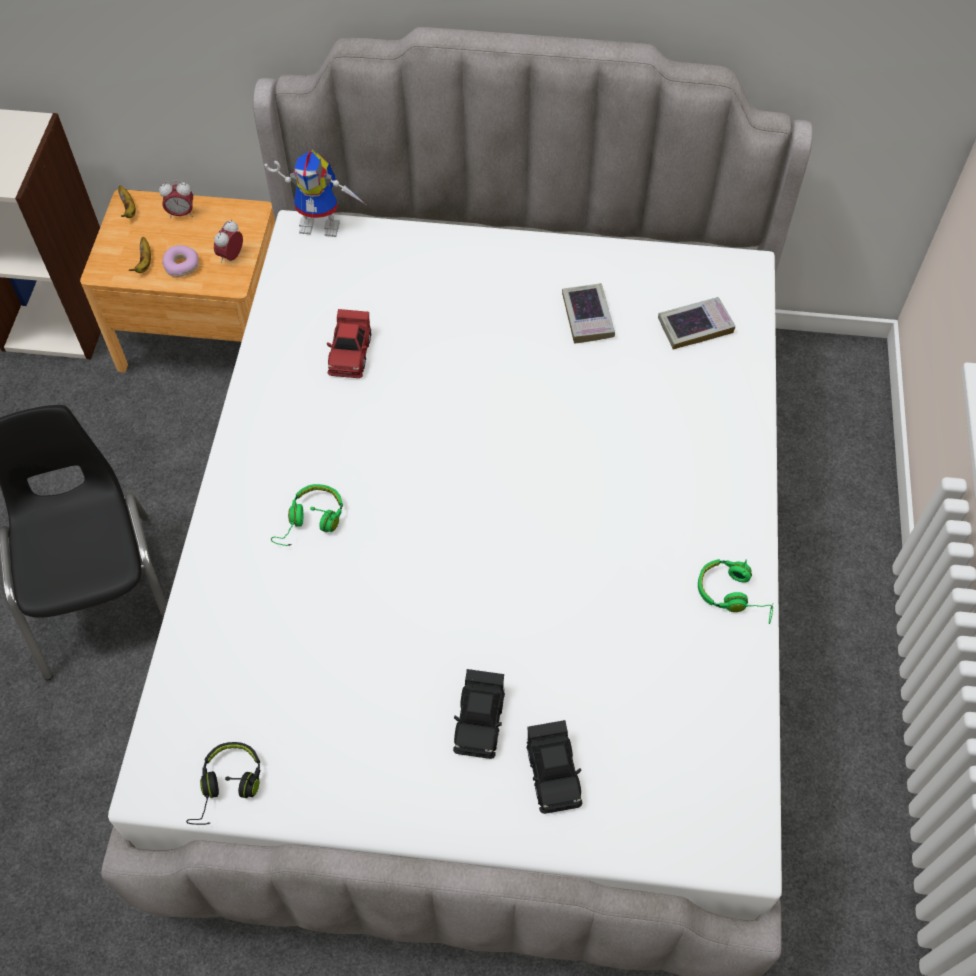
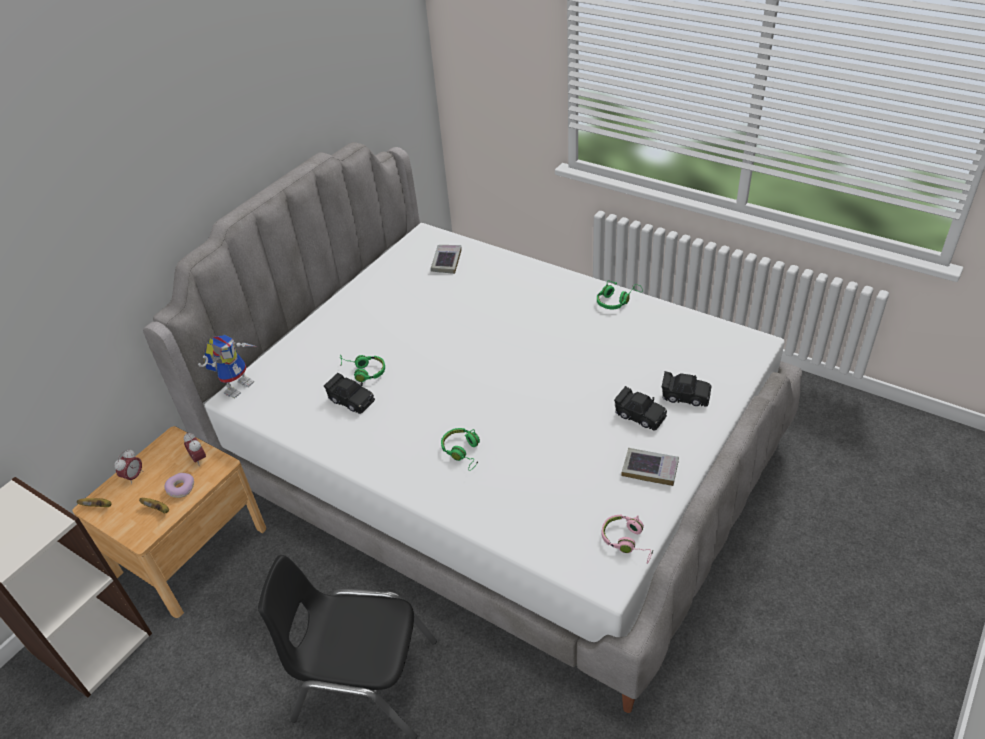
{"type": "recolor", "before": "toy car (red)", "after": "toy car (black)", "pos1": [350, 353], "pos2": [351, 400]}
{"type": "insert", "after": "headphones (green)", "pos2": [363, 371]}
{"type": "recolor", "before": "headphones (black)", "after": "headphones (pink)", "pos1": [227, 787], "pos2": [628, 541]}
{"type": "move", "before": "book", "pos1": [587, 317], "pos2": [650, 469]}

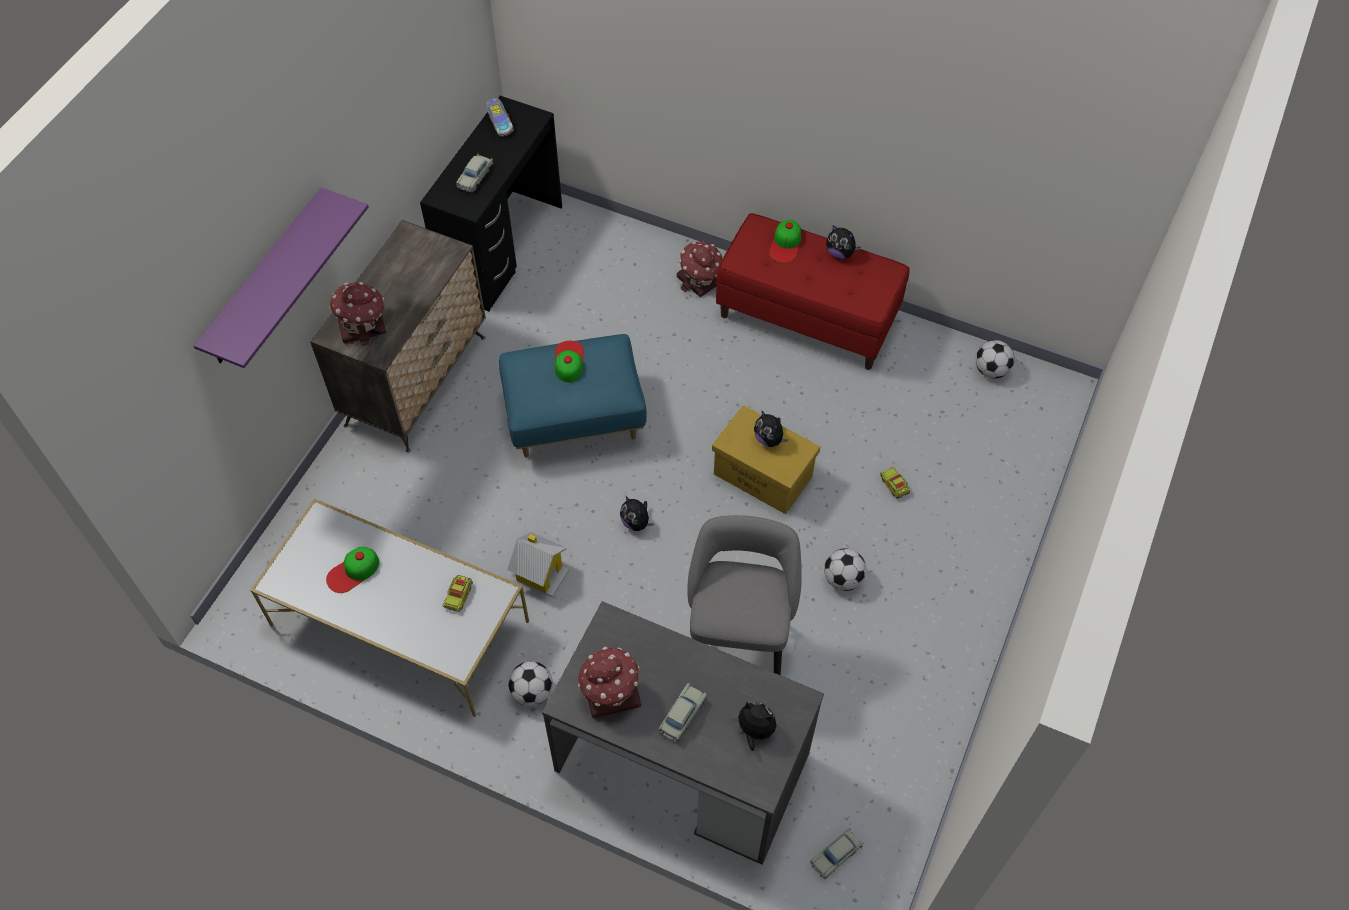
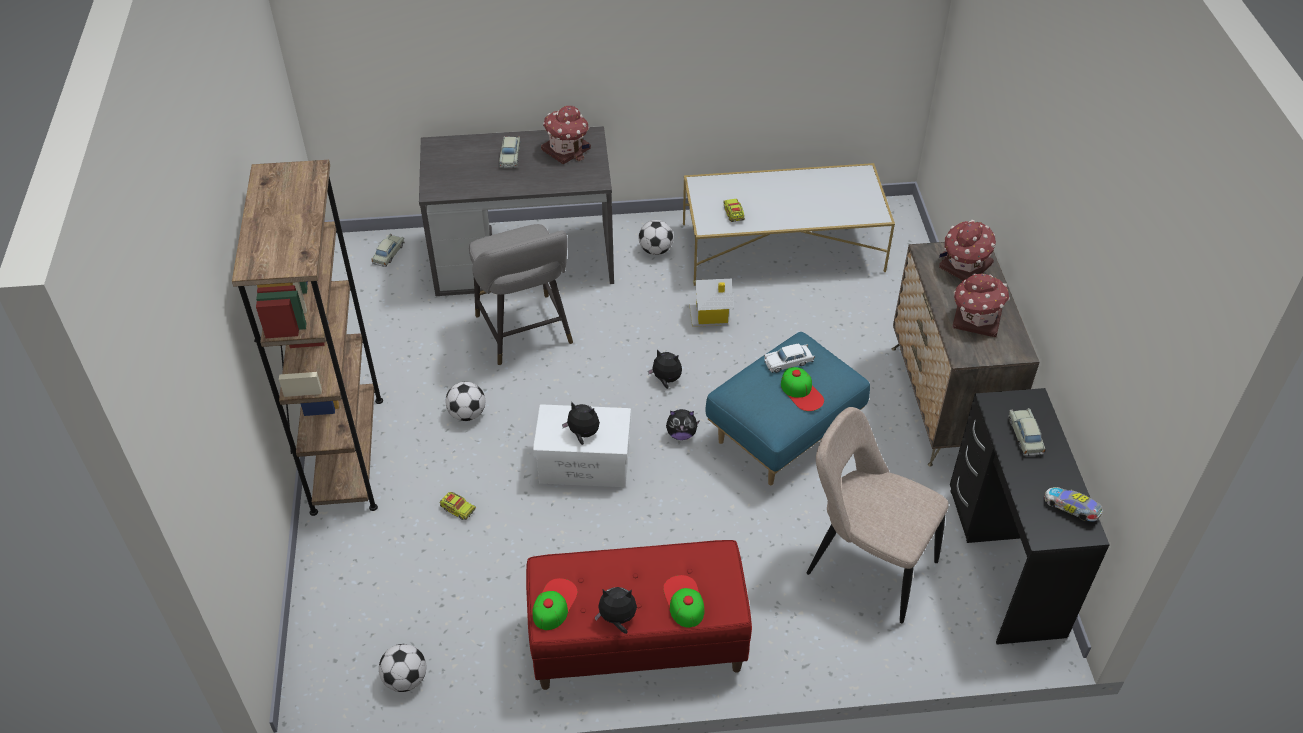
{"type": "insert", "after": "bookcase (brown)", "pos2": [347, 454]}
{"type": "recolor", "before": "storage box (yellow)", "after": "storage box (white)", "pos1": [764, 475], "pos2": [583, 464]}
{"type": "move", "before": "cap", "pos1": [353, 571], "pos2": [554, 604]}
{"type": "move", "before": "plush toy", "pos1": [754, 731], "pos2": [681, 434]}
{"type": "insert", "after": "toy car (white)", "pos2": [788, 362]}
{"type": "insert", "after": "chair (beige)", "pos2": [865, 565]}
{"type": "move", "before": "toy house", "pos1": [700, 280], "pos2": [975, 319]}
{"type": "delete", "before": "shelf (purple)", "pos1": [265, 279]}

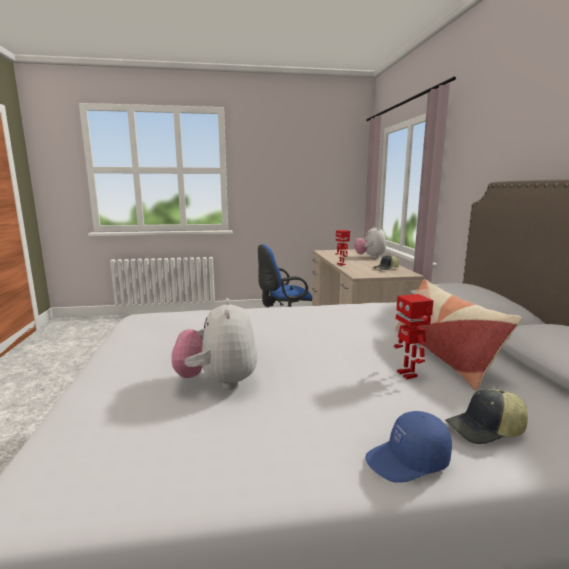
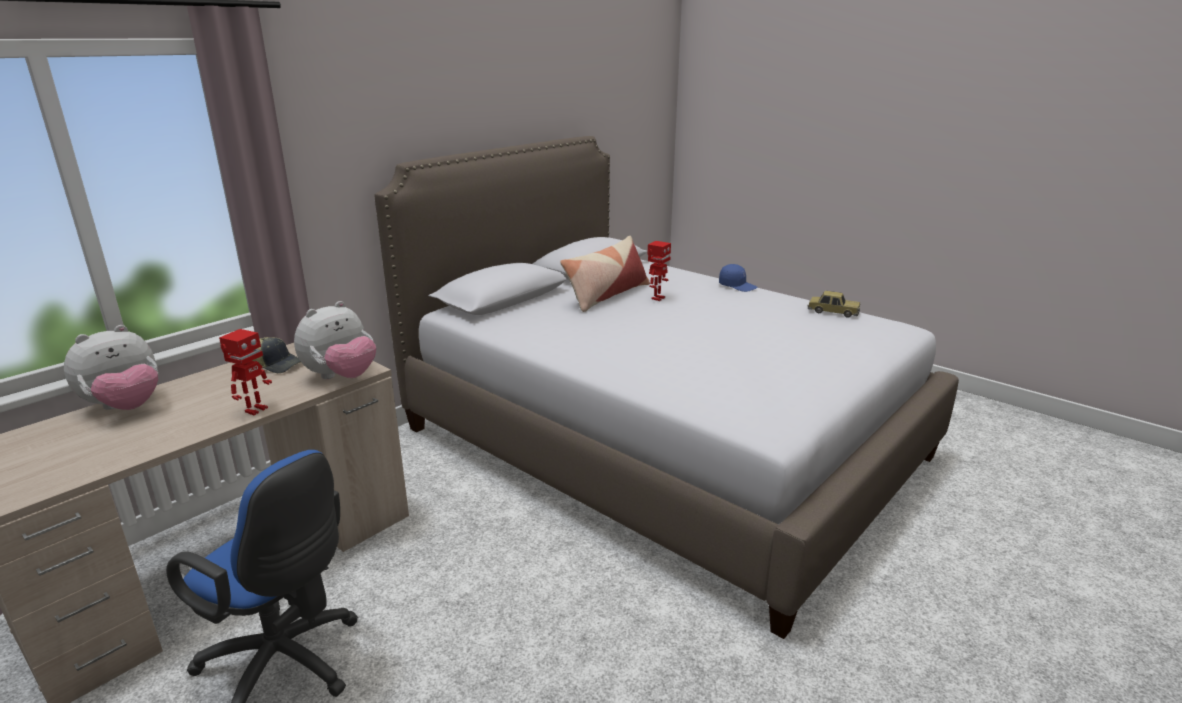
{"type": "move", "before": "plush toy", "pos1": [218, 383], "pos2": [341, 377]}
{"type": "insert", "after": "toy car", "pos2": [832, 312]}
{"type": "delete", "before": "cap", "pos1": [486, 430]}

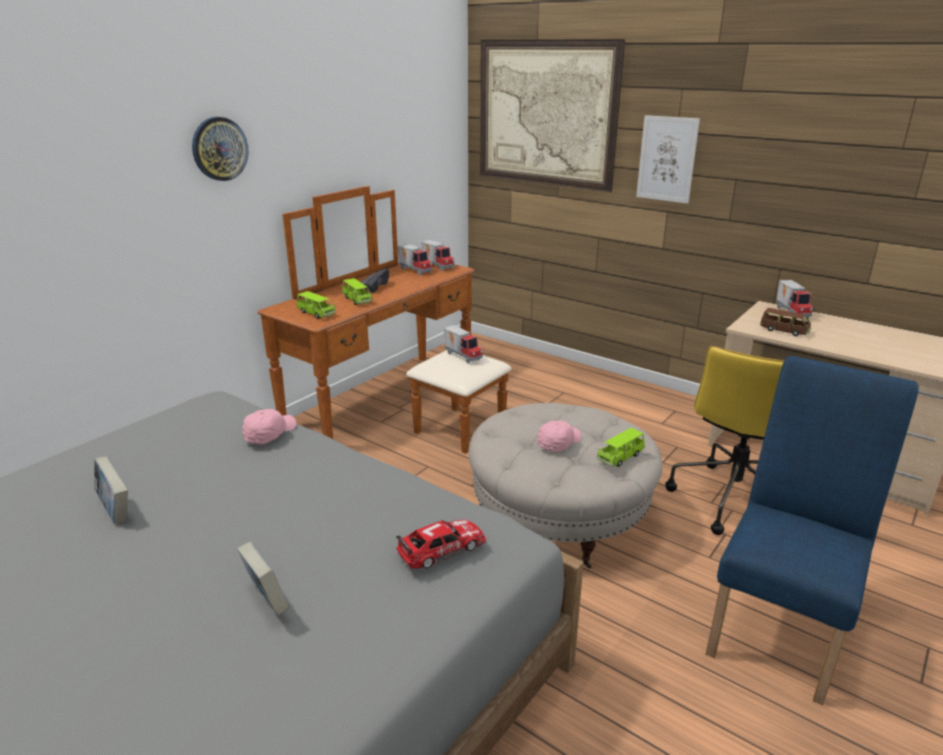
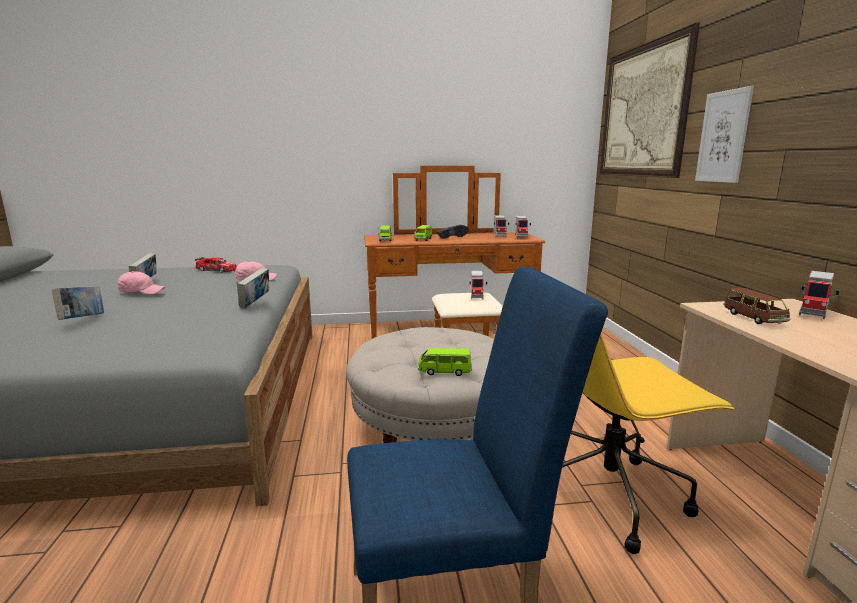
{"type": "move", "before": "cap (pink)", "pos1": [558, 443], "pos2": [141, 292]}
{"type": "move", "before": "toy car", "pos1": [441, 548], "pos2": [217, 270]}
{"type": "insert", "after": "book", "pos2": [255, 303]}
{"type": "delete", "before": "wall clock", "pos1": [219, 149]}

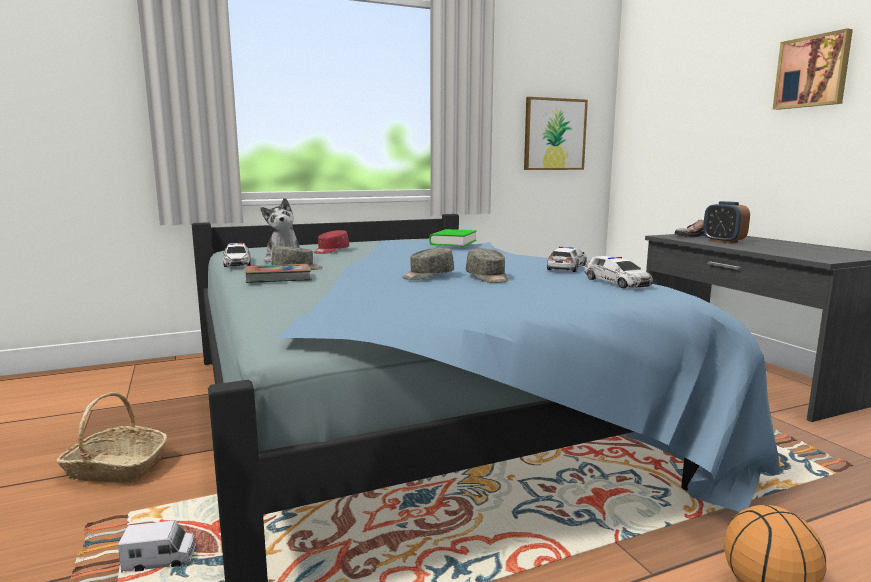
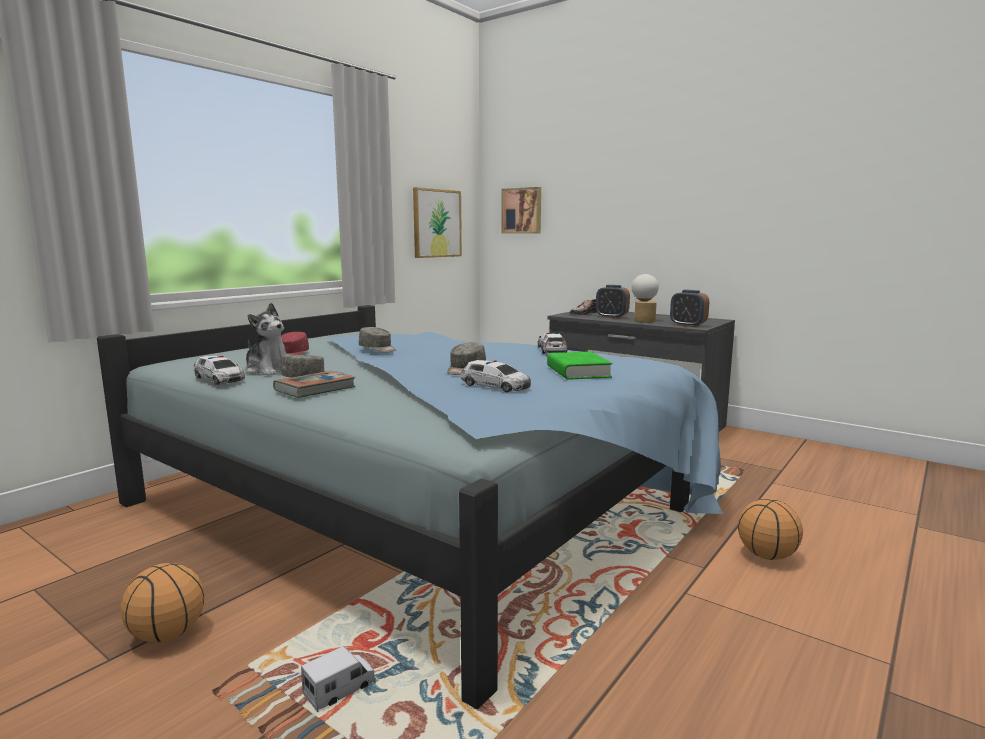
{"type": "replace", "before": "basket", "after": "basketball", "pos1": [115, 468], "pos2": [166, 635]}
{"type": "move", "before": "cap (grey)", "pos1": [488, 277], "pos2": [378, 349]}
{"type": "move", "before": "toy car", "pos1": [617, 282], "pos2": [496, 386]}
{"type": "move", "before": "picture", "pos1": [813, 72], "pos2": [522, 211]}
{"type": "move", "before": "book (green)", "pos1": [453, 242], "pos2": [578, 372]}
{"type": "insert", "after": "table lamp", "pos2": [644, 320]}
{"type": "insert", "after": "alarm clock", "pos2": [688, 325]}

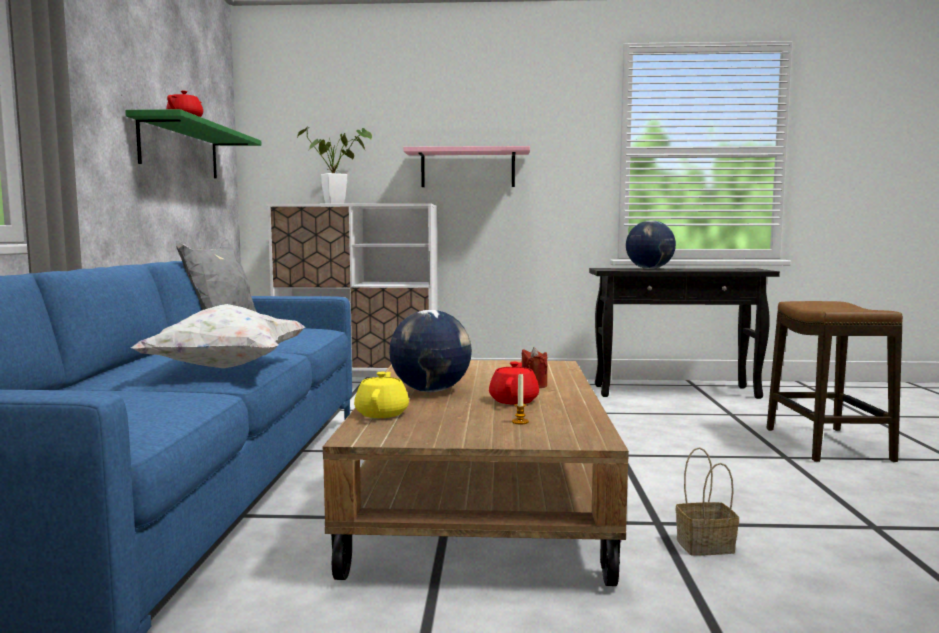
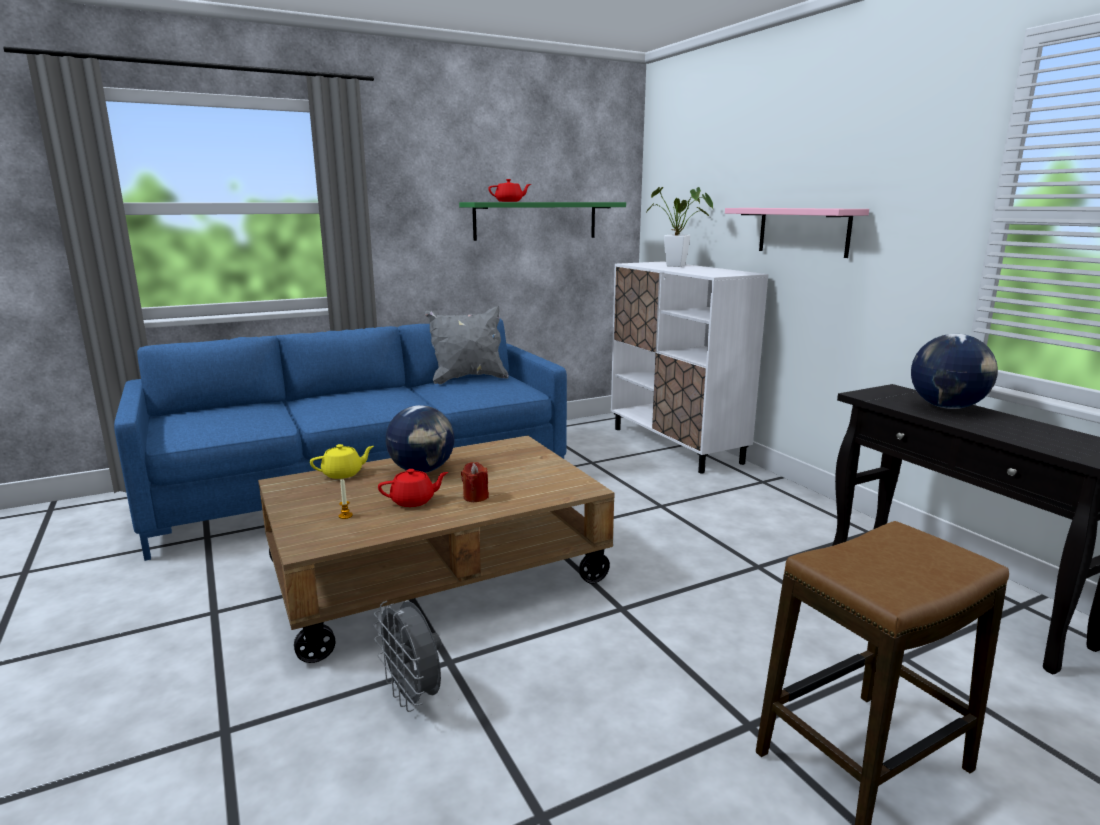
{"type": "replace", "before": "basket", "after": "fan (grey)", "pos1": [706, 545], "pos2": [413, 696]}
{"type": "delete", "before": "pillow (white)", "pos1": [227, 368]}

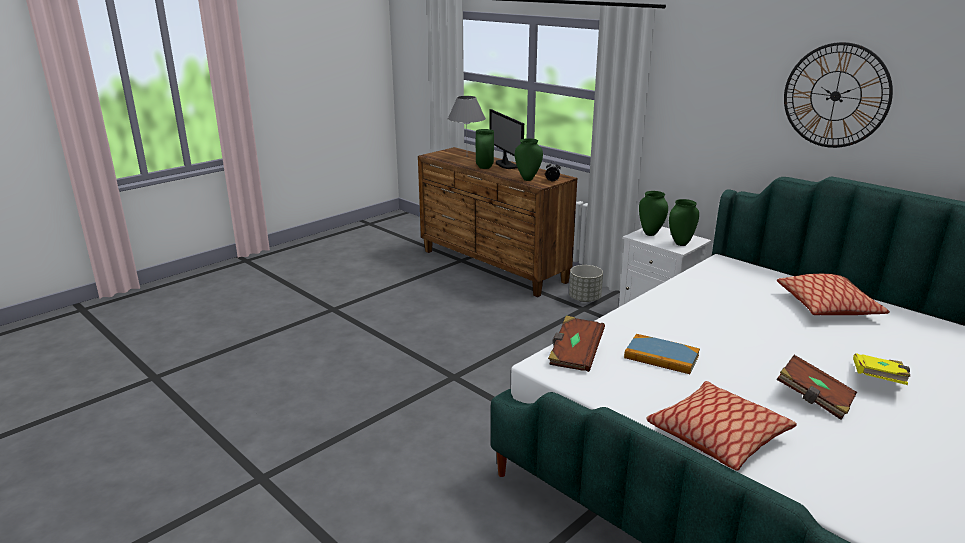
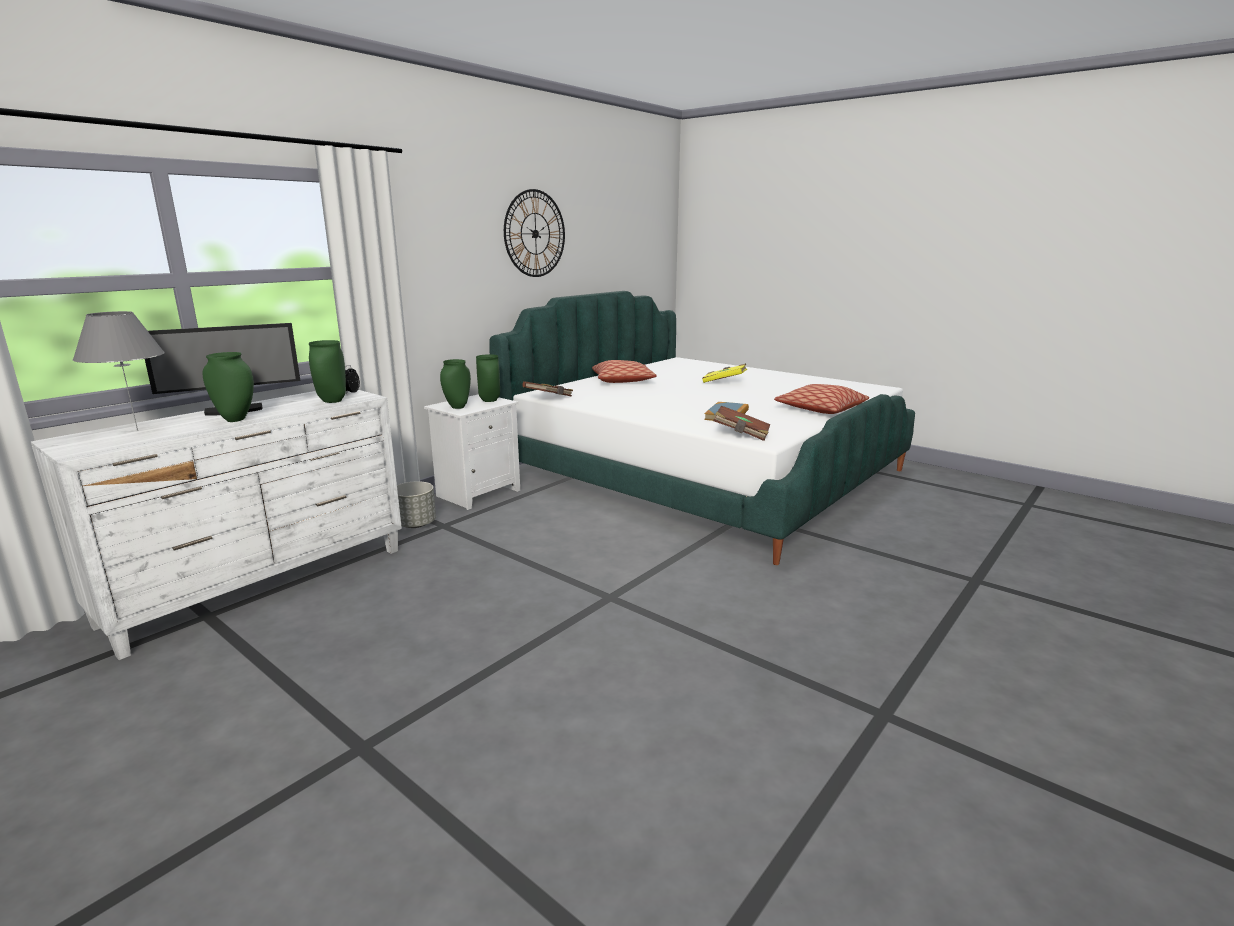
{"type": "recolor", "before": "dresser (brown)", "after": "dresser (white)", "pos1": [492, 267], "pos2": [263, 585]}
{"type": "move", "before": "book (brown)", "pos1": [813, 399], "pos2": [549, 398]}

